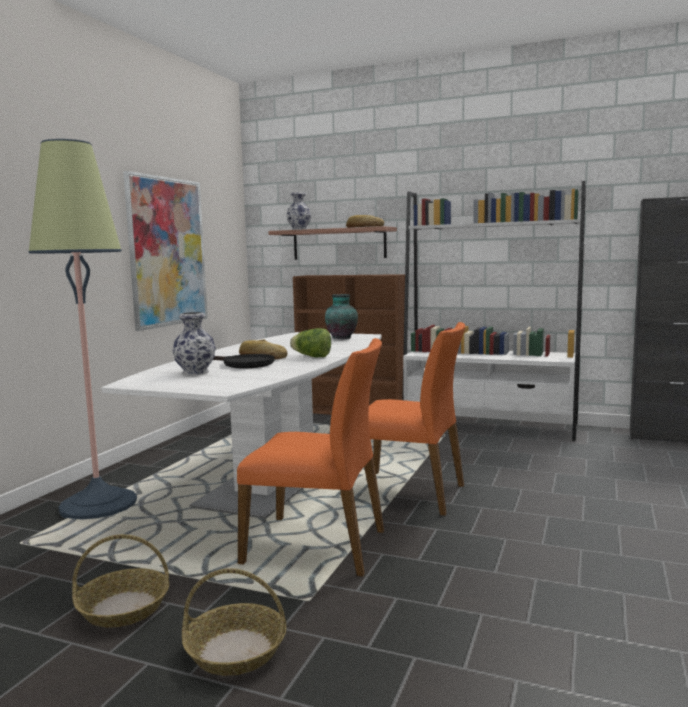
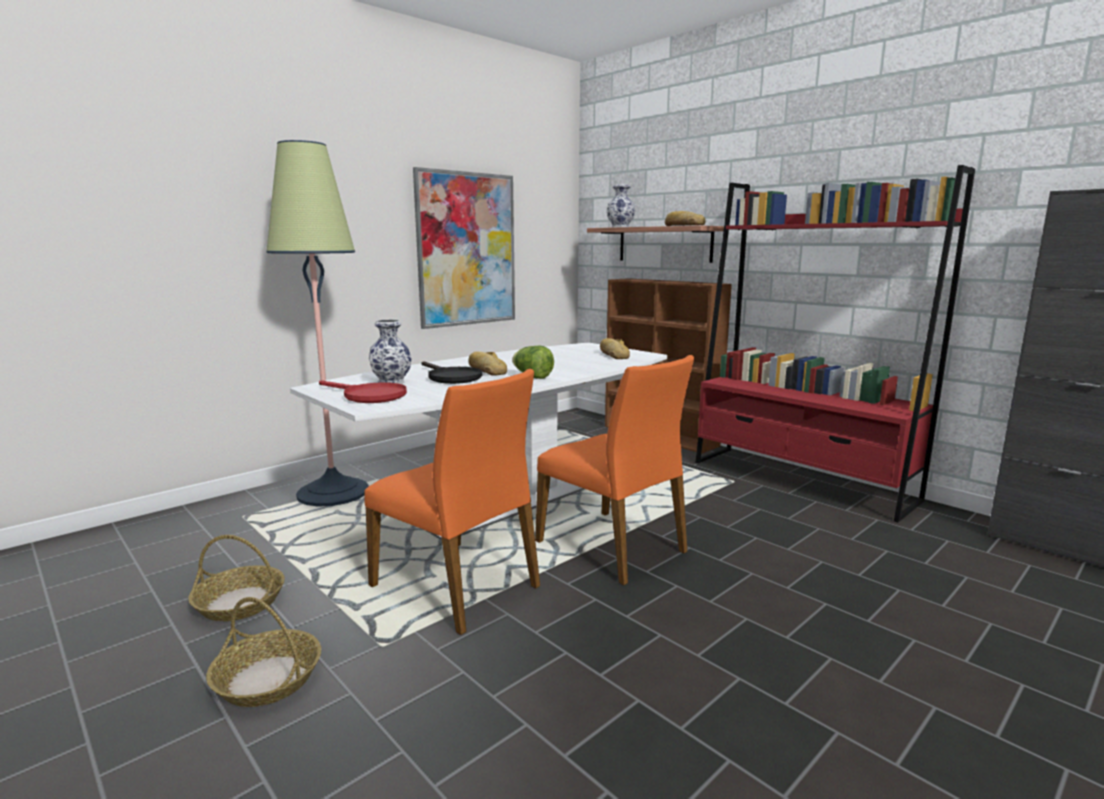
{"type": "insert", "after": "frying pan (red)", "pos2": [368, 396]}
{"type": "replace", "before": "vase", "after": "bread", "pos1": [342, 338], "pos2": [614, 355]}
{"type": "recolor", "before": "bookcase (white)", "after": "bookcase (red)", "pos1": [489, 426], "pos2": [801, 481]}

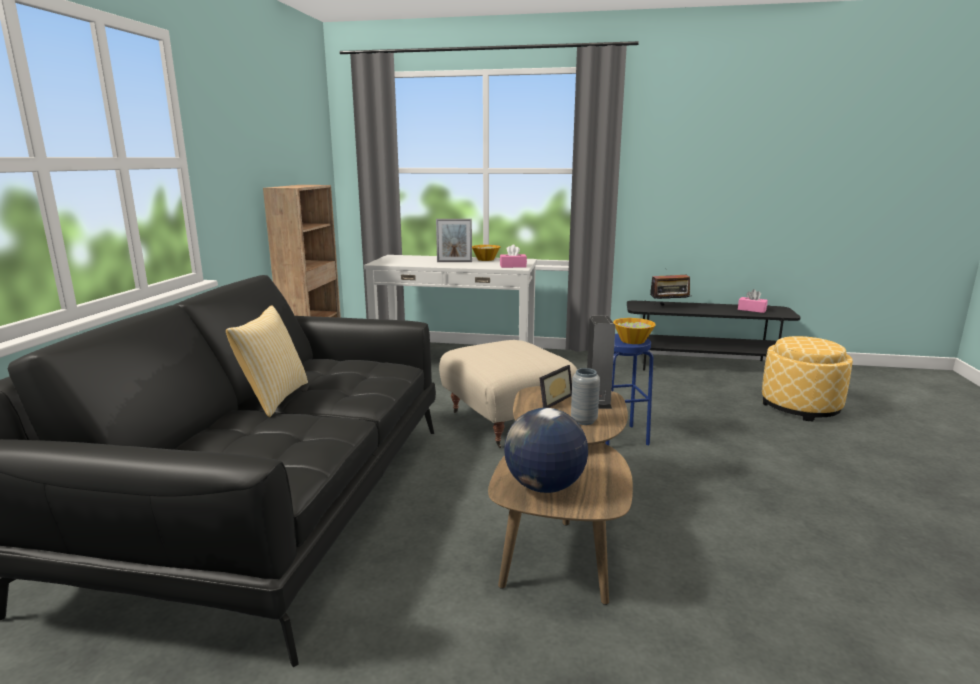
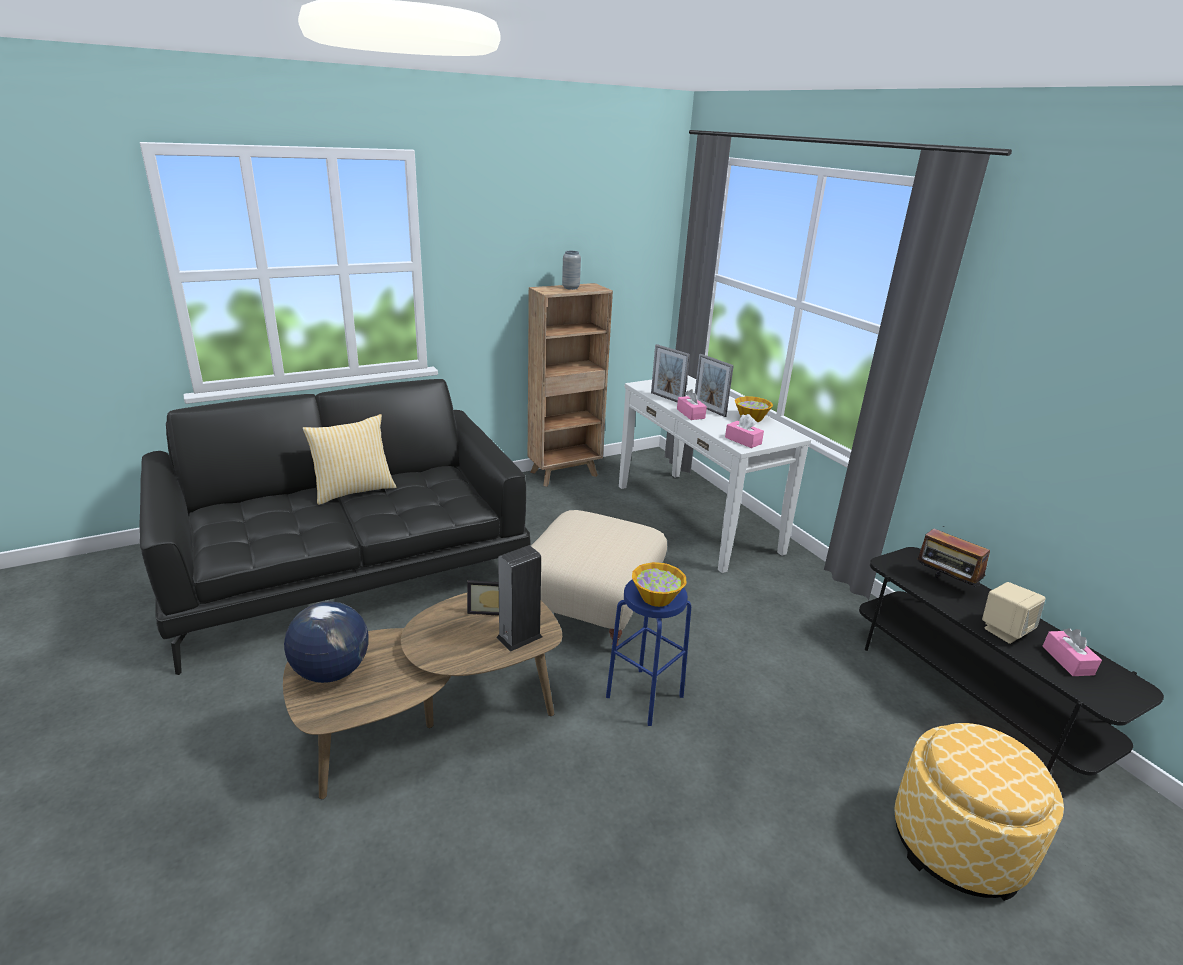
{"type": "move", "before": "vase (grey)", "pos1": [584, 421], "pos2": [570, 288]}
{"type": "insert", "after": "picture frame", "pos2": [667, 398]}
{"type": "insert", "after": "tissue box (pink)", "pos2": [690, 414]}
{"type": "insert", "after": "speaker (beige)", "pos2": [1004, 630]}

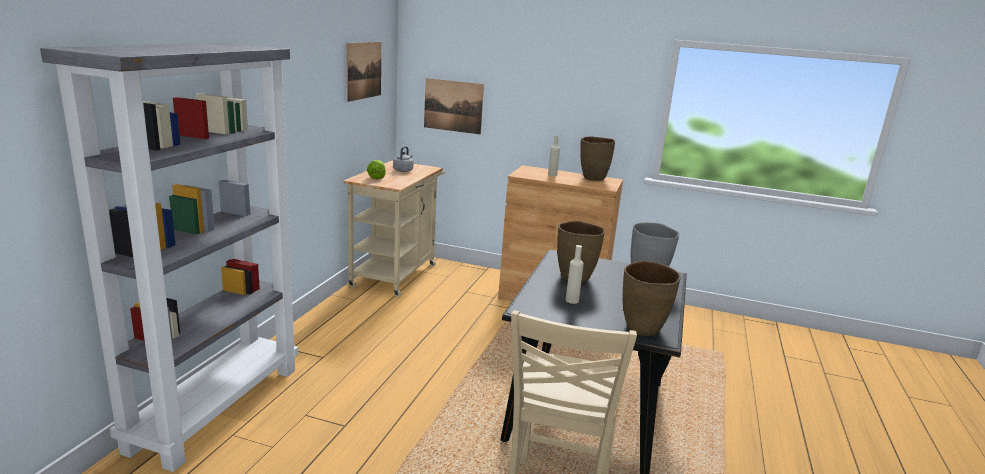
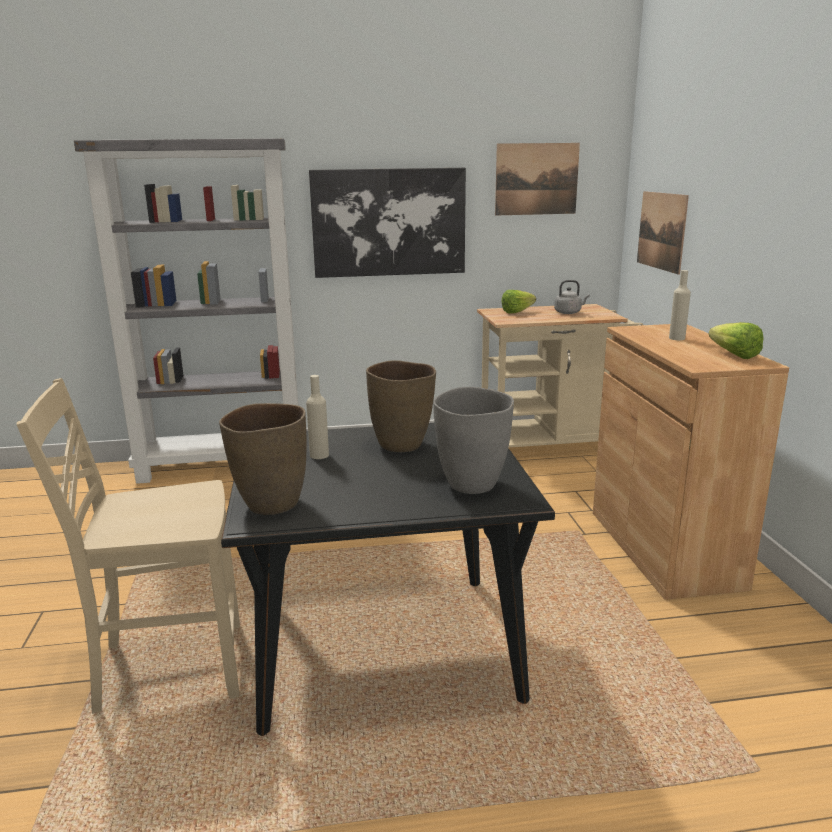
{"type": "insert", "after": "picture", "pos2": [389, 222]}
{"type": "replace", "before": "vase (brown)", "after": "lettuce", "pos1": [593, 178], "pos2": [731, 354]}

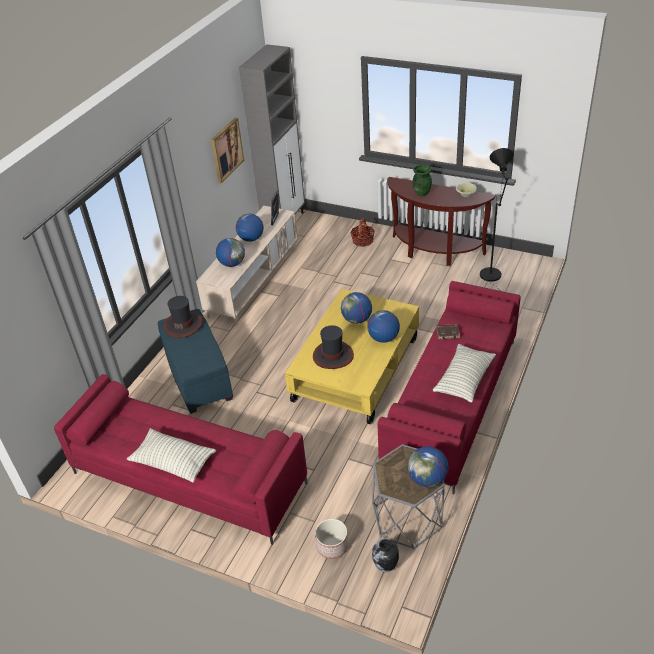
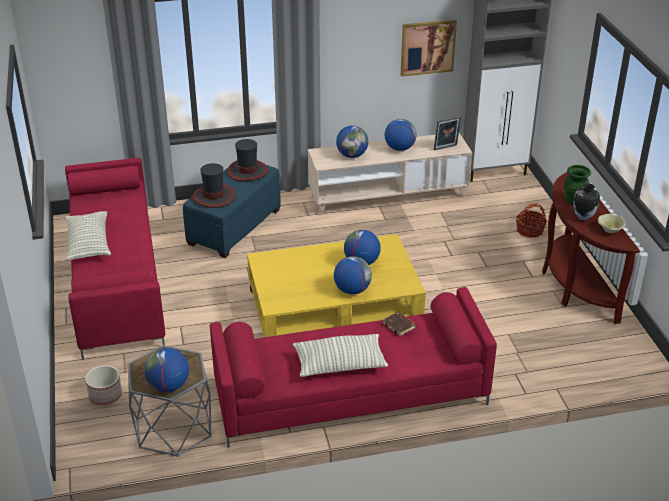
{"type": "move", "before": "hat", "pos1": [333, 355], "pos2": [214, 196]}
{"type": "move", "before": "vase", "pos1": [385, 567], "pos2": [583, 217]}
{"type": "delete", "before": "floor lamp (black)", "pos1": [492, 277]}

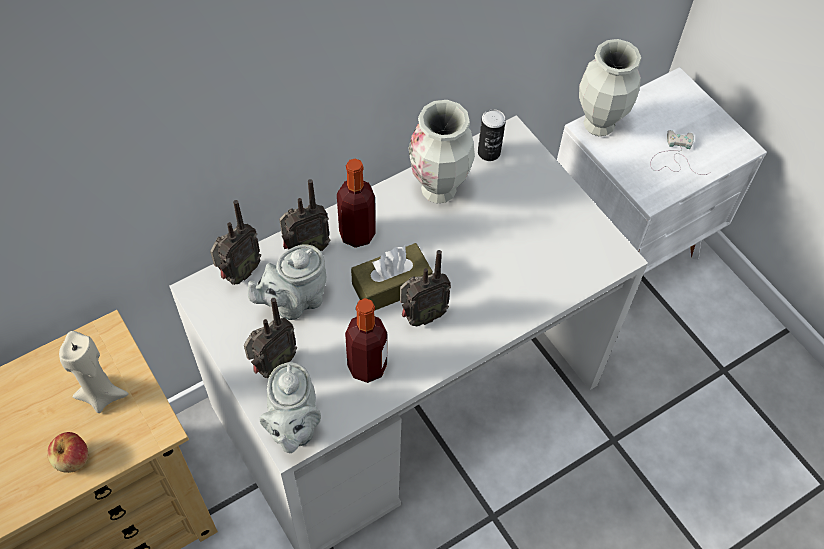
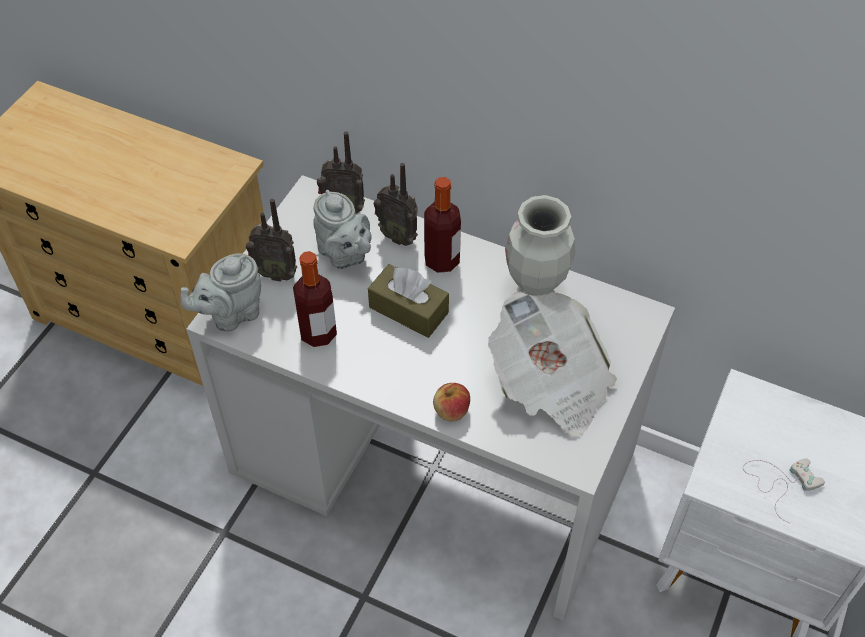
{"type": "rotate", "before": "teapot (grey)", "pos1": [294, 301], "pos2": [344, 255], "turn": -150}
{"type": "move", "before": "apple", "pos1": [72, 459], "pos2": [451, 411]}
{"type": "insert", "after": "newspaper", "pos2": [550, 383]}
{"type": "delete", "before": "candle (beige)", "pos1": [102, 394]}
{"type": "delete", "before": "radio", "pos1": [421, 316]}
{"type": "delete", "before": "can", "pos1": [489, 152]}
{"type": "delete", "before": "vase", "pos1": [598, 125]}

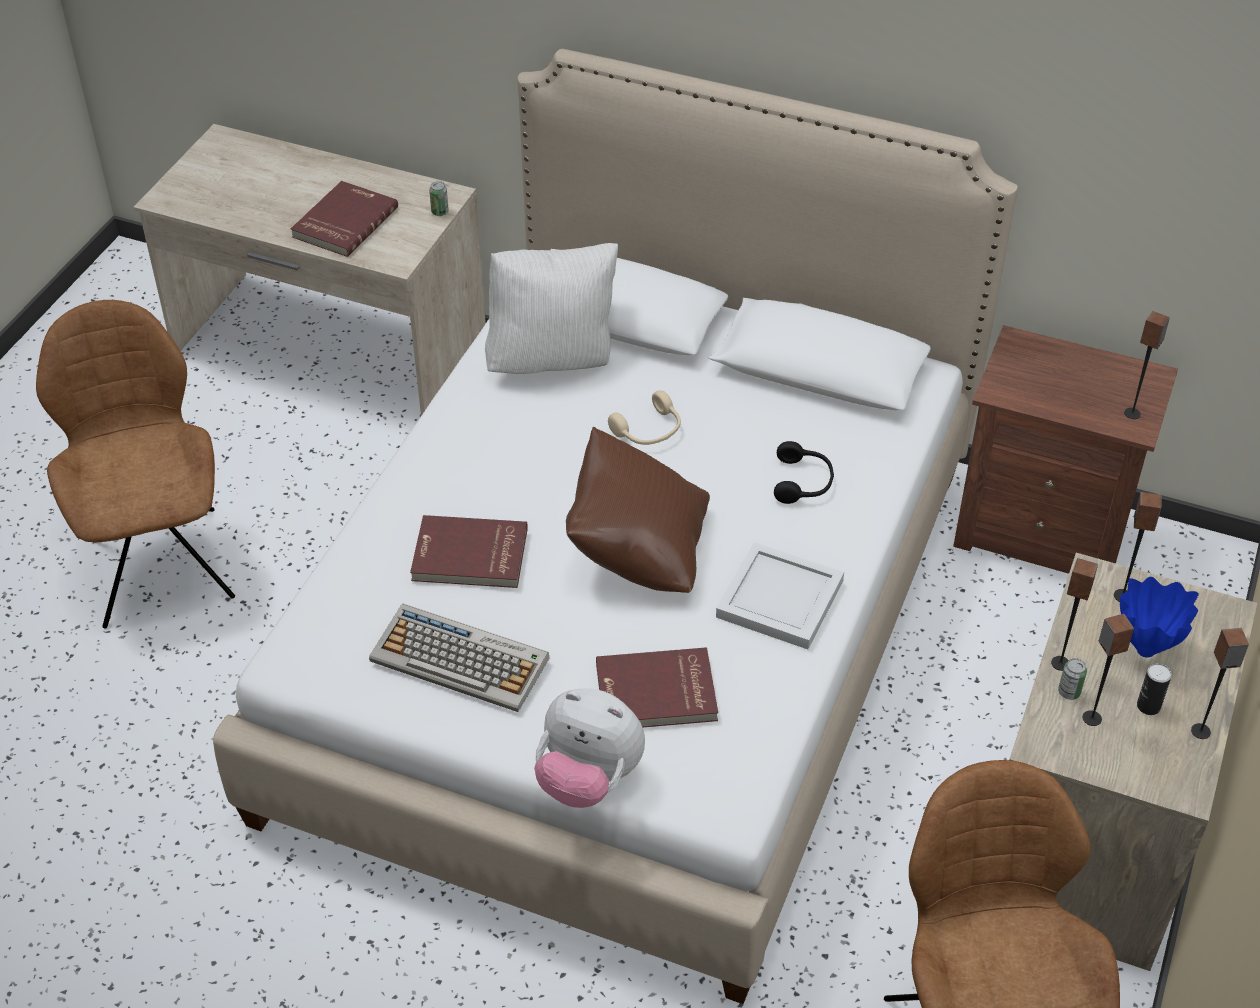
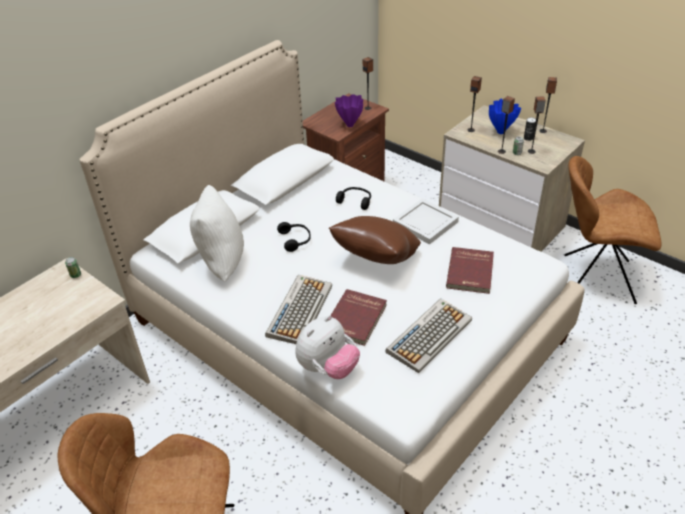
{"type": "insert", "after": "keyboard", "pos2": [299, 310]}
{"type": "recolor", "before": "headphones (beige)", "after": "headphones (black)", "pos1": [649, 431], "pos2": [296, 240]}
{"type": "move", "before": "plush toy", "pos1": [588, 779], "pos2": [328, 368]}
{"type": "insert", "after": "vase (purple)", "pos2": [349, 125]}
{"type": "delete", "before": "book (red)", "pos1": [343, 222]}

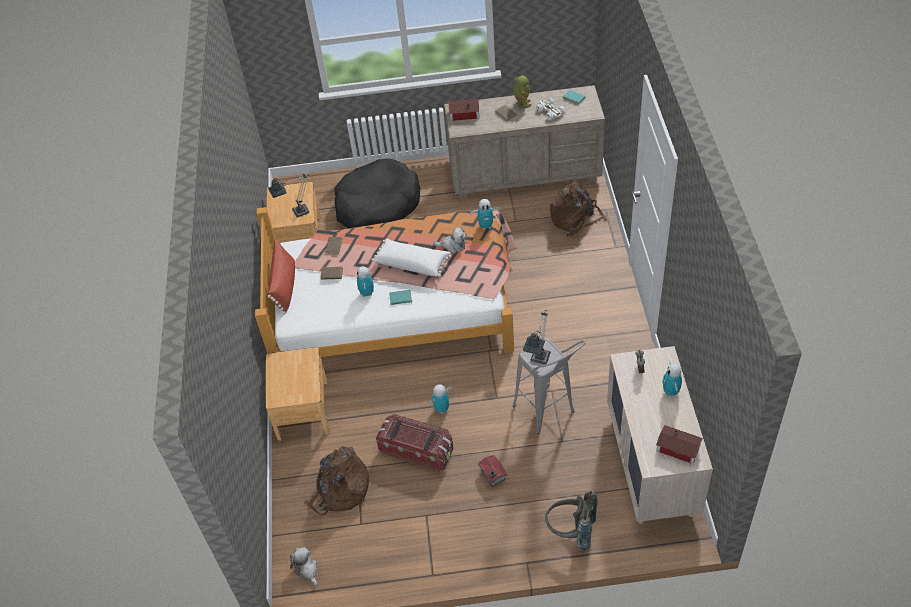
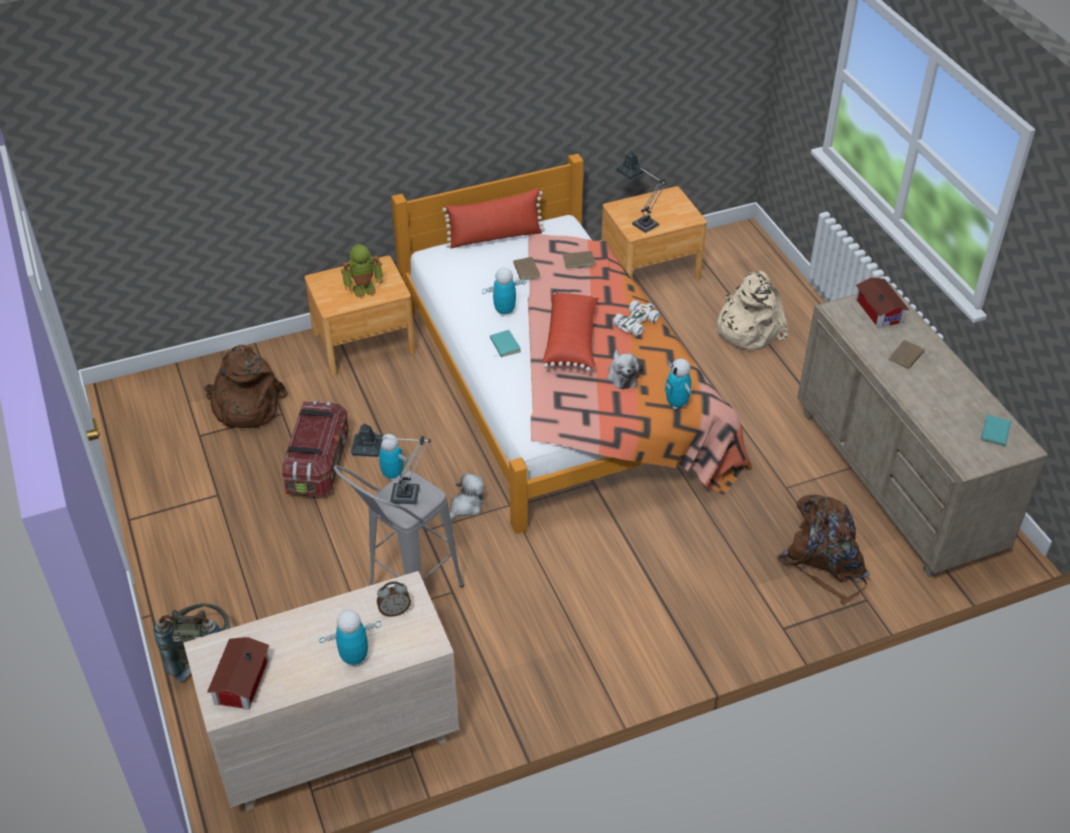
{"type": "move", "before": "toy robot", "pos1": [522, 103], "pos2": [364, 288]}
{"type": "move", "before": "plush toy", "pos1": [306, 570], "pos2": [465, 506]}
{"type": "recolor", "before": "pillow (white)", "after": "pillow (red)", "pos1": [412, 263], "pos2": [572, 341]}
{"type": "move", "before": "toy car (white)", "pos1": [550, 111], "pos2": [636, 322]}
{"type": "replace", "before": "dog bed (black)", "after": "backpack (beige)", "pos1": [377, 206], "pos2": [747, 329]}
{"type": "delete", "before": "toy house", "pos1": [492, 476]}

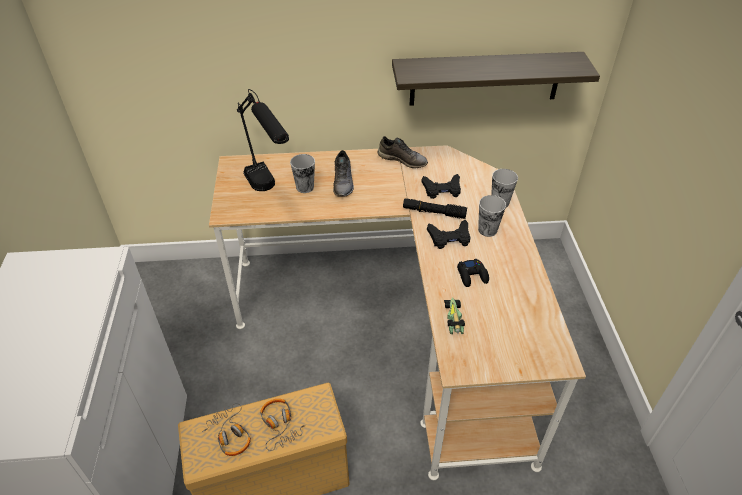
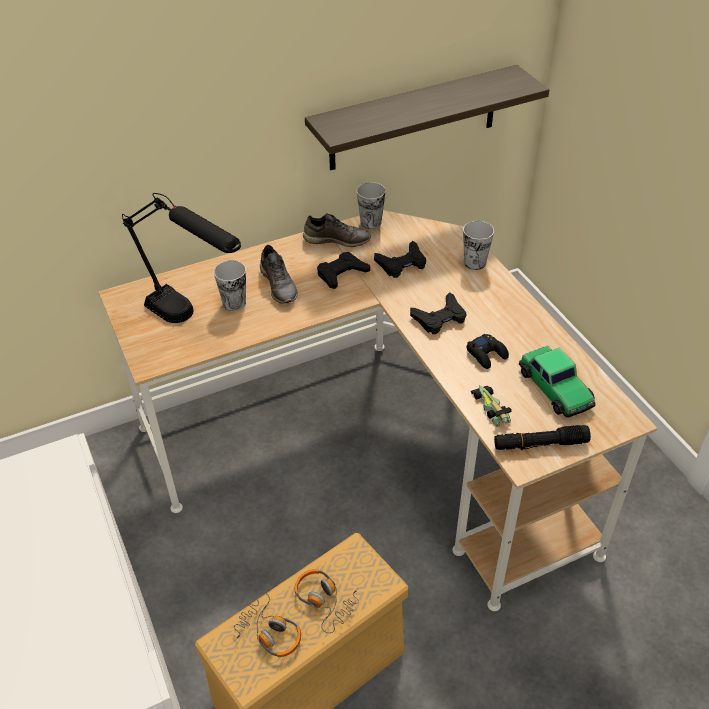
{"type": "insert", "after": "game controller (black)", "pos2": [341, 274]}
{"type": "move", "before": "cup", "pos1": [487, 230], "pos2": [371, 222]}
{"type": "move", "before": "flashlight (black)", "pos1": [434, 212], "pos2": [540, 444]}
{"type": "insert", "after": "toy car", "pos2": [555, 388]}

